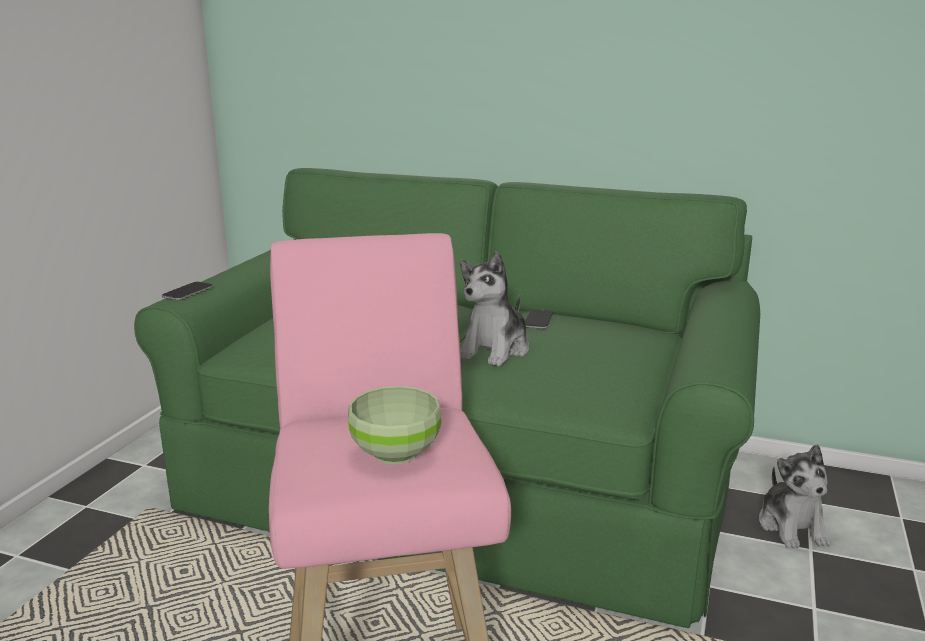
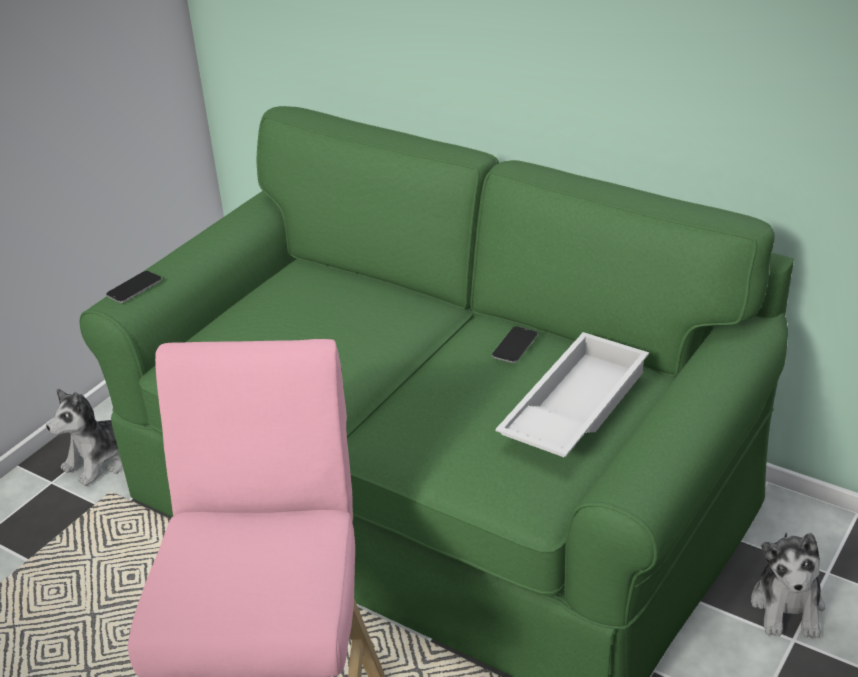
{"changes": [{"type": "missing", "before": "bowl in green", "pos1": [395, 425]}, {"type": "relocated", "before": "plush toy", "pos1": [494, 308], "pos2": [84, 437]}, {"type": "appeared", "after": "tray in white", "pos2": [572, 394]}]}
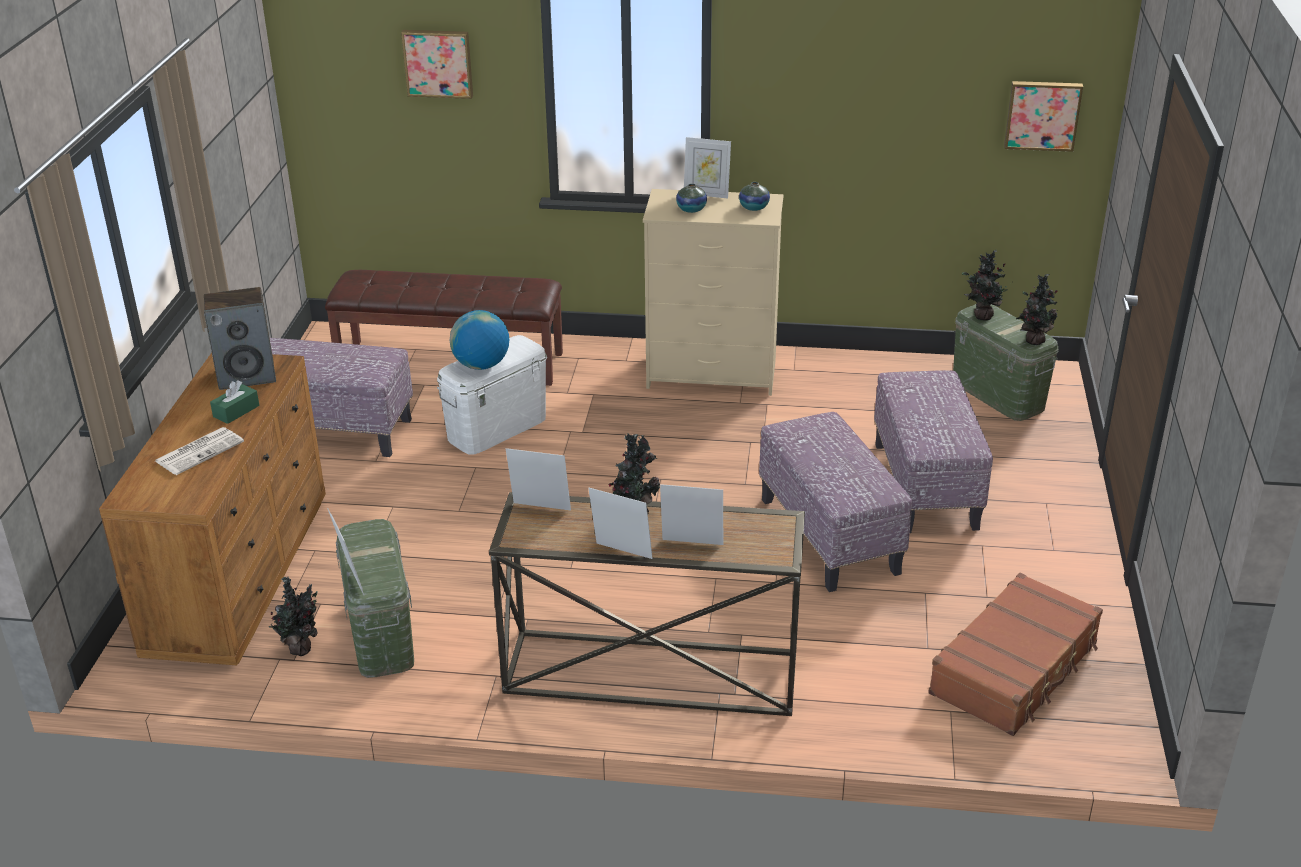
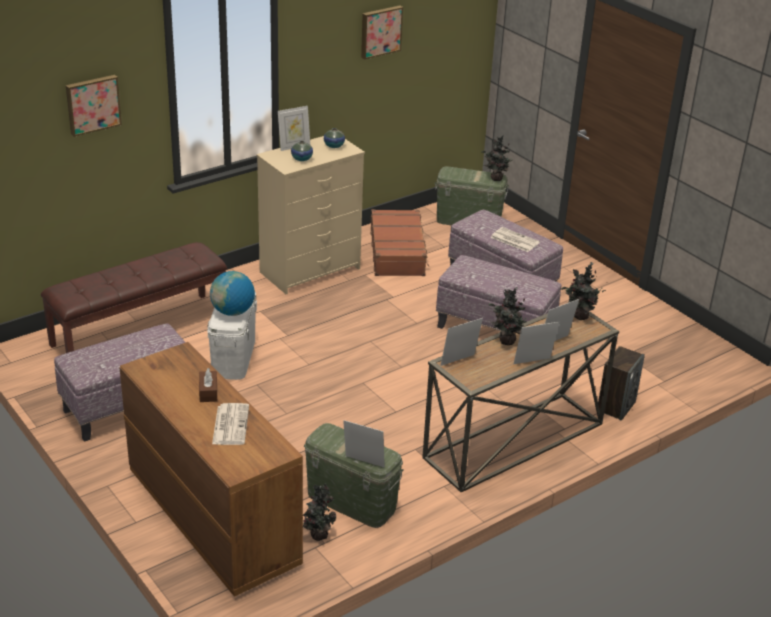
{"changes": [{"type": "relocated", "before": "speaker", "pos1": [240, 338], "pos2": [621, 383]}, {"type": "colour", "before": "tissue box in green", "after": "tissue box in brown", "pos1": [234, 402], "pos2": [208, 385]}, {"type": "relocated", "before": "suitcase in brown", "pos1": [1015, 654], "pos2": [400, 242]}, {"type": "relocated", "before": "potted plant", "pos1": [986, 285], "pos2": [583, 291]}, {"type": "relocated", "before": "picture", "pos1": [1043, 116], "pos2": [382, 32]}, {"type": "appeared", "after": "newspaper", "pos2": [515, 239]}]}
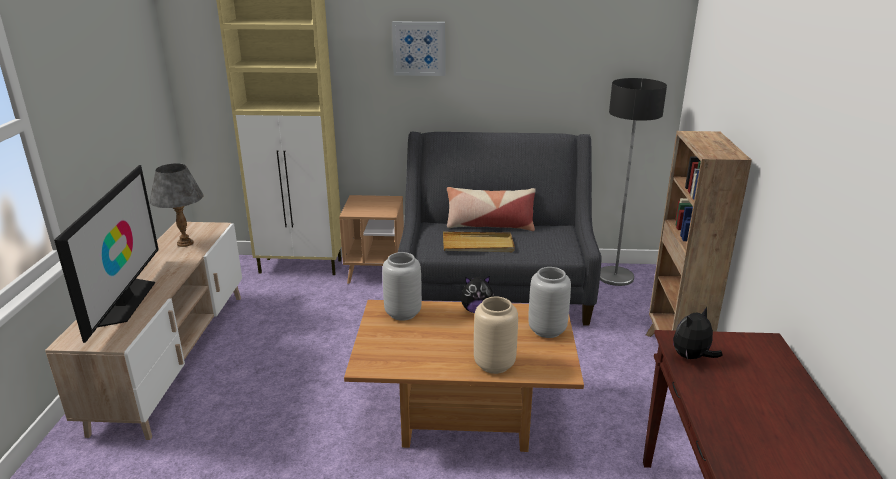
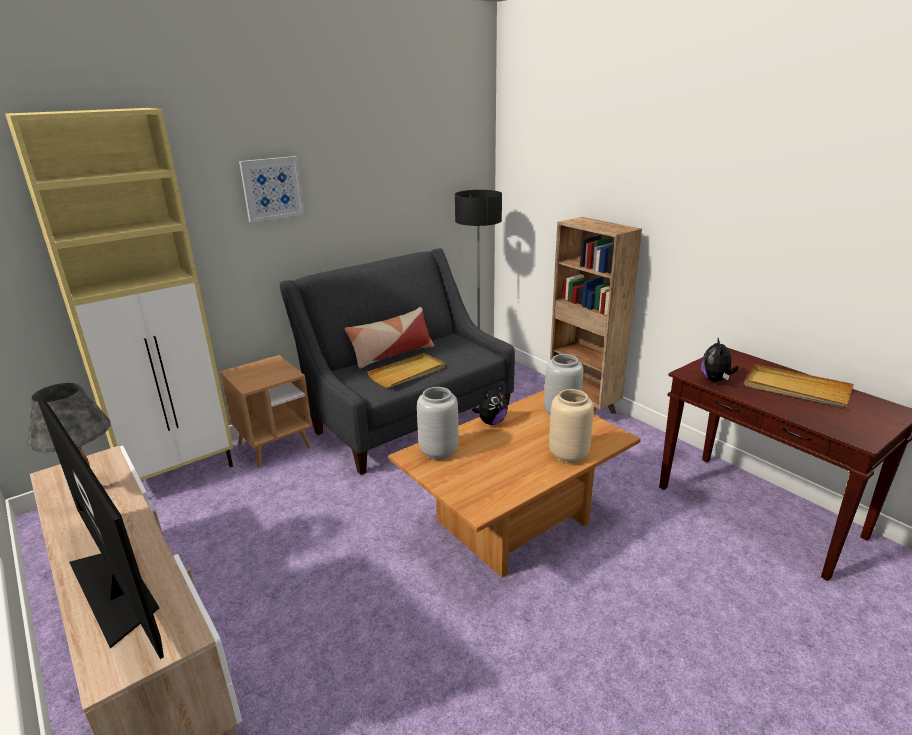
{"changes": [{"type": "appeared", "after": "tray in beige", "pos2": [799, 385]}]}
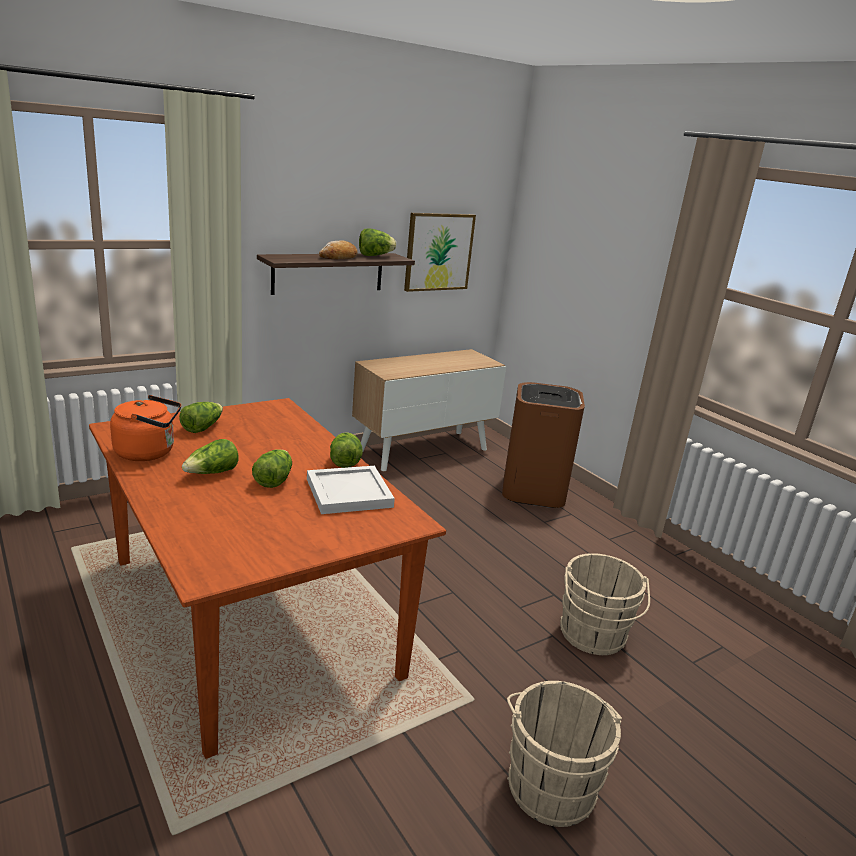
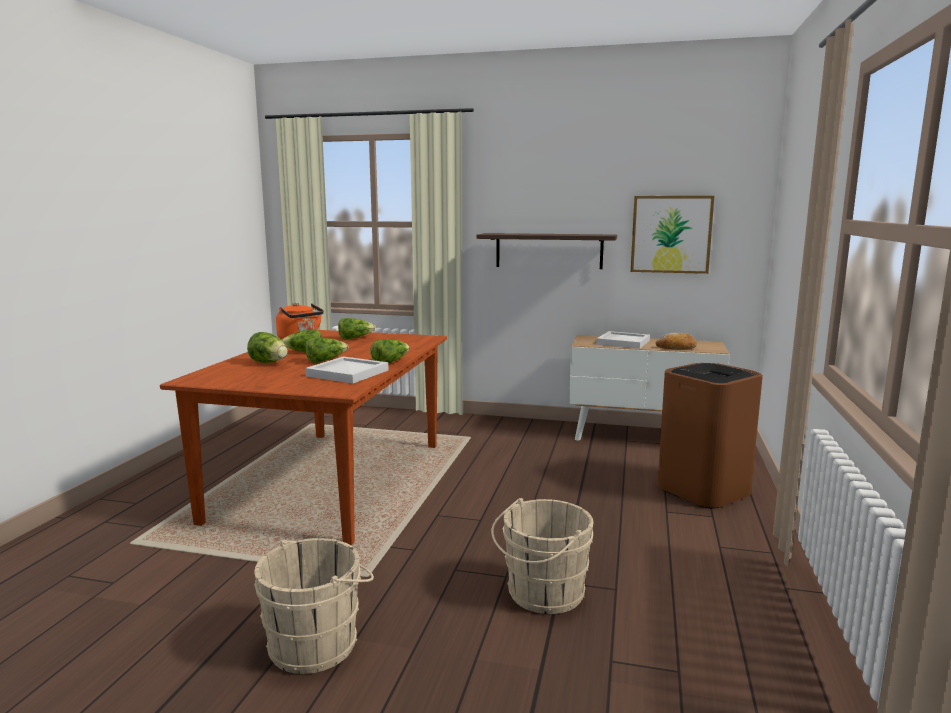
{"changes": [{"type": "relocated", "before": "bread", "pos1": [338, 249], "pos2": [676, 341]}, {"type": "relocated", "before": "lettuce", "pos1": [377, 242], "pos2": [267, 347]}, {"type": "appeared", "after": "tray in white", "pos2": [623, 340]}]}
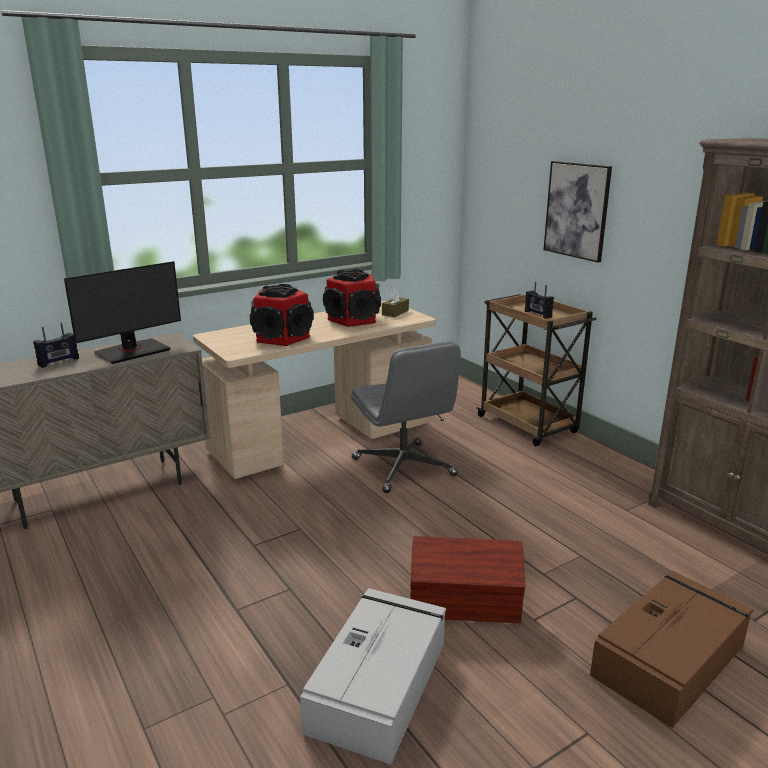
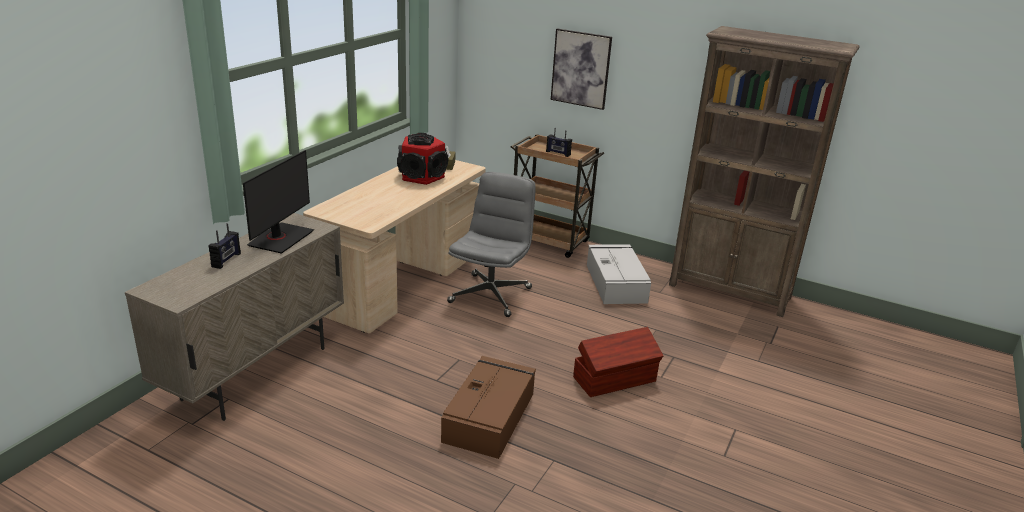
{"changes": [{"type": "missing", "before": "speaker", "pos1": [282, 315]}, {"type": "relocated", "before": "storage box in grey", "pos1": [373, 676], "pos2": [619, 274]}, {"type": "spun", "before": "office chair in grey", "pos1": [406, 417], "pos2": [491, 244], "turn": -105}, {"type": "relocated", "before": "storage box in brown", "pos1": [671, 649], "pos2": [488, 407]}]}
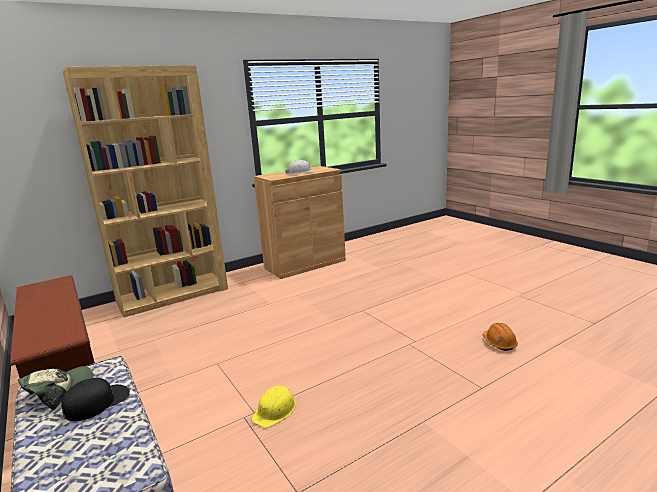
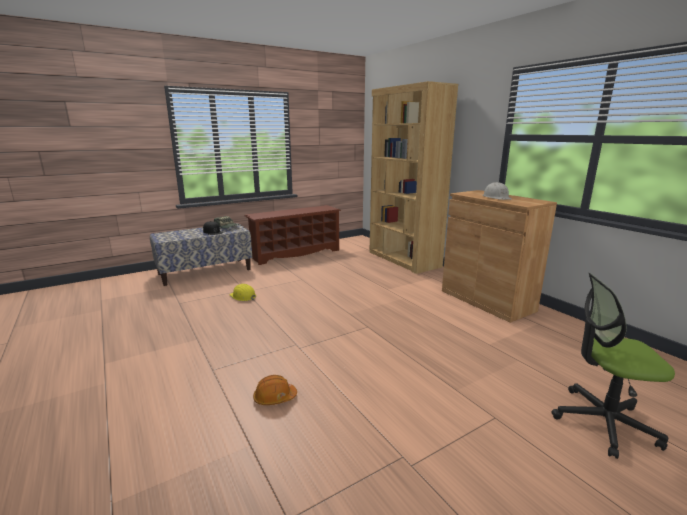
{"changes": [{"type": "appeared", "after": "office chair", "pos2": [613, 366]}]}
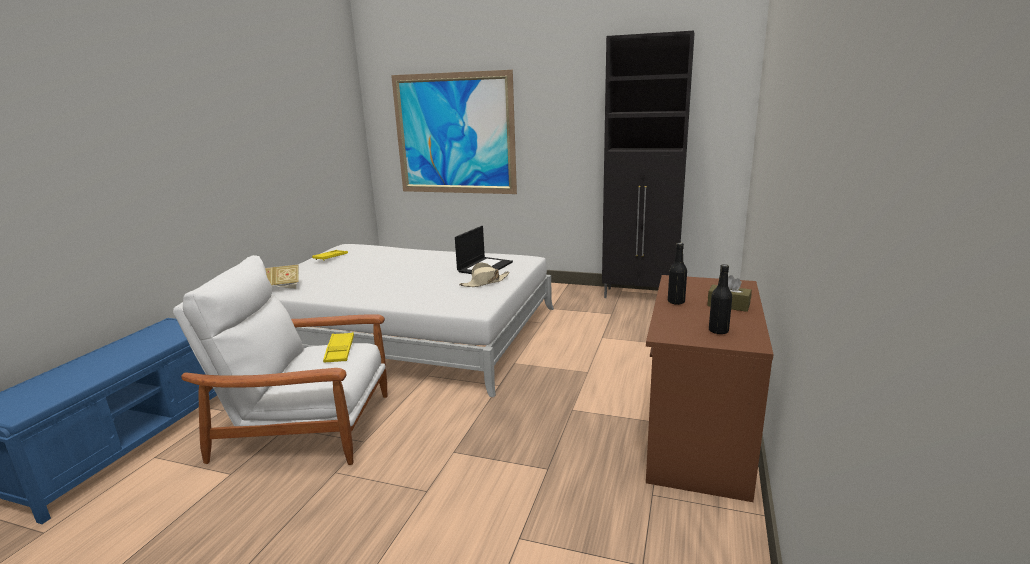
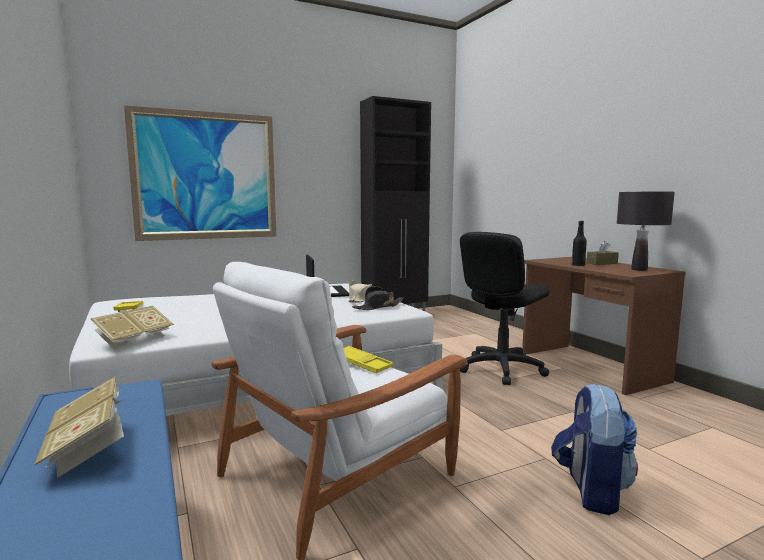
{"changes": [{"type": "exchanged", "before": "bottle in black", "after": "table lamp in black", "pos1": [720, 299], "pos2": [646, 231]}, {"type": "appeared", "after": "book", "pos2": [79, 427]}, {"type": "appeared", "after": "hat in black", "pos2": [378, 298]}, {"type": "appeared", "after": "office chair in black", "pos2": [504, 308]}, {"type": "appeared", "after": "backpack", "pos2": [594, 449]}]}
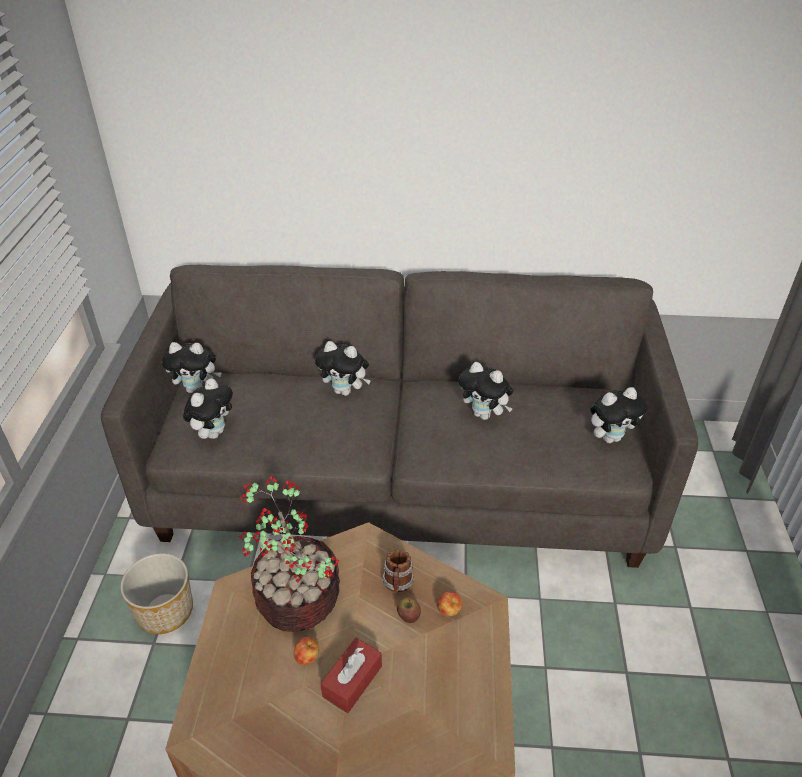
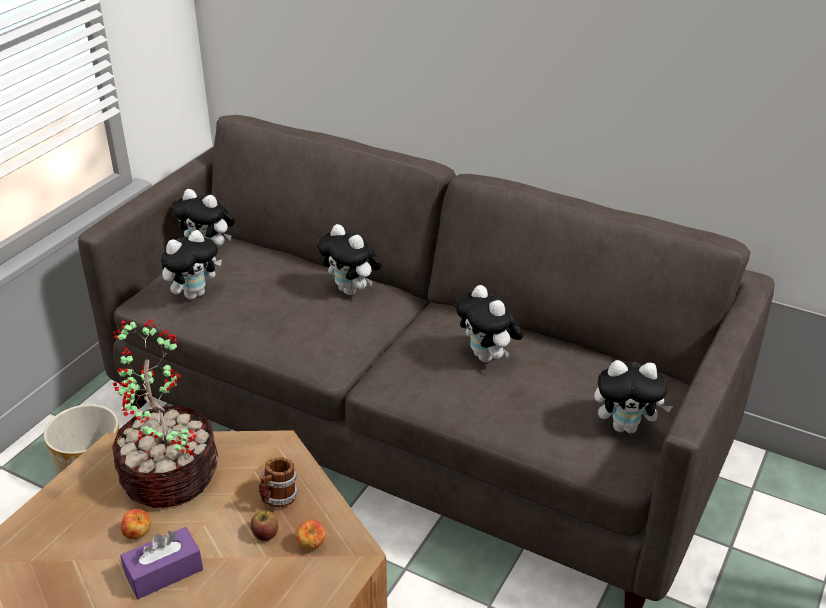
{"changes": [{"type": "colour", "before": "tissue box in red", "after": "tissue box in purple", "pos1": [351, 675], "pos2": [161, 563]}]}
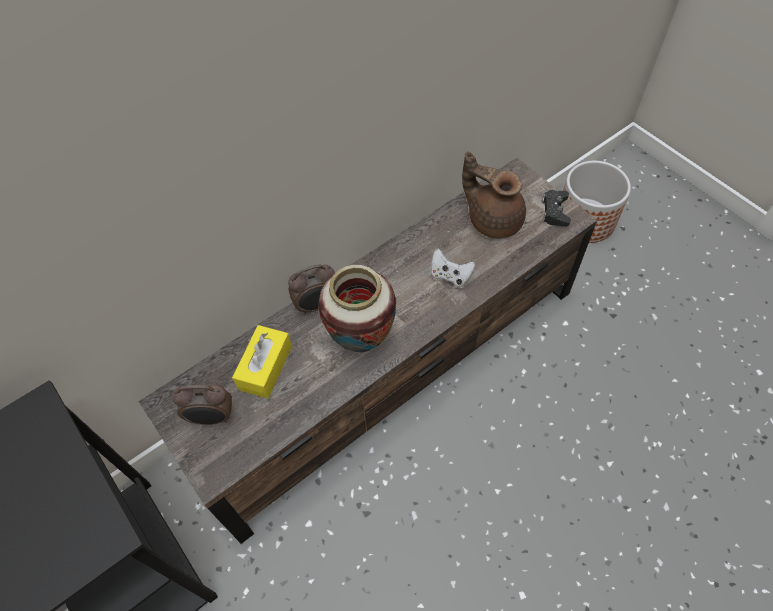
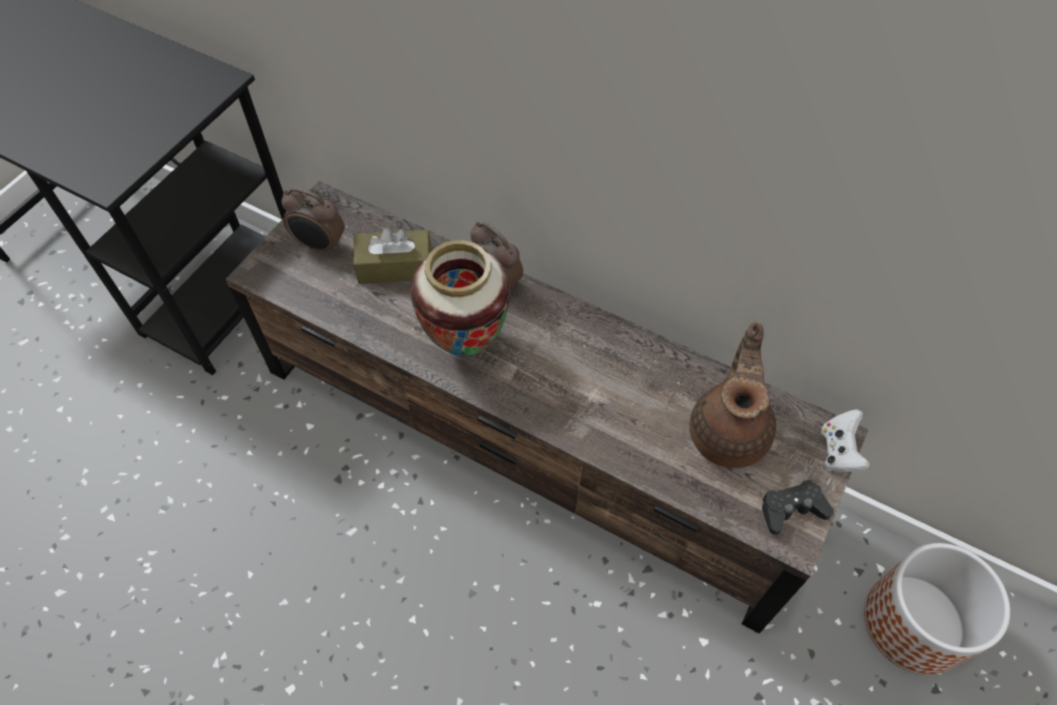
{"changes": [{"type": "spun", "before": "alarm clock", "pos1": [202, 404], "pos2": [313, 221], "turn": -45}, {"type": "colour", "before": "tissue box in yellow", "after": "tissue box in brown", "pos1": [262, 362], "pos2": [392, 256]}, {"type": "relocated", "before": "game controller in white", "pos1": [453, 268], "pos2": [846, 440]}]}
